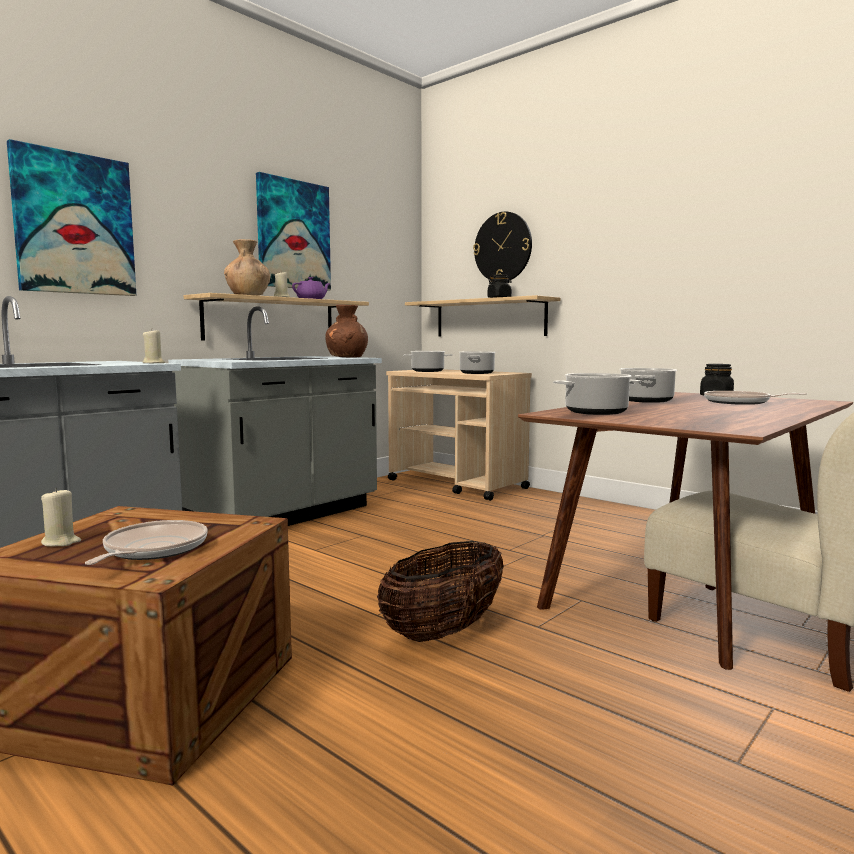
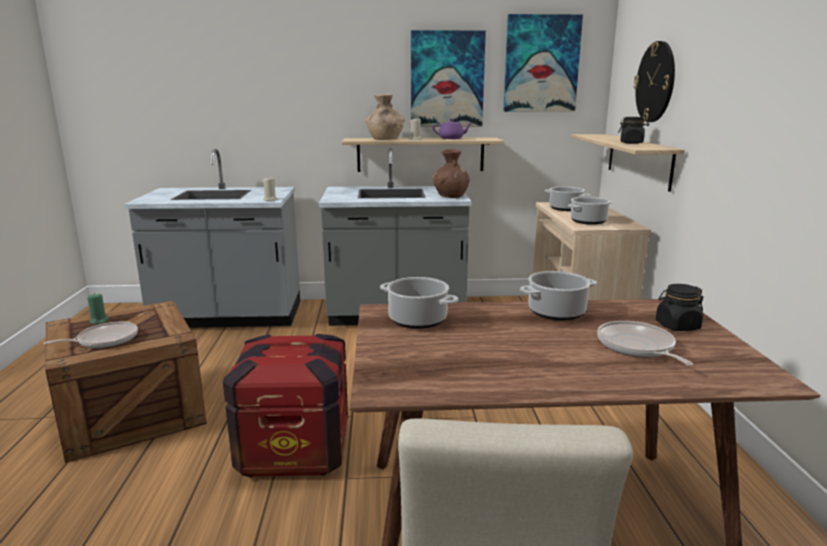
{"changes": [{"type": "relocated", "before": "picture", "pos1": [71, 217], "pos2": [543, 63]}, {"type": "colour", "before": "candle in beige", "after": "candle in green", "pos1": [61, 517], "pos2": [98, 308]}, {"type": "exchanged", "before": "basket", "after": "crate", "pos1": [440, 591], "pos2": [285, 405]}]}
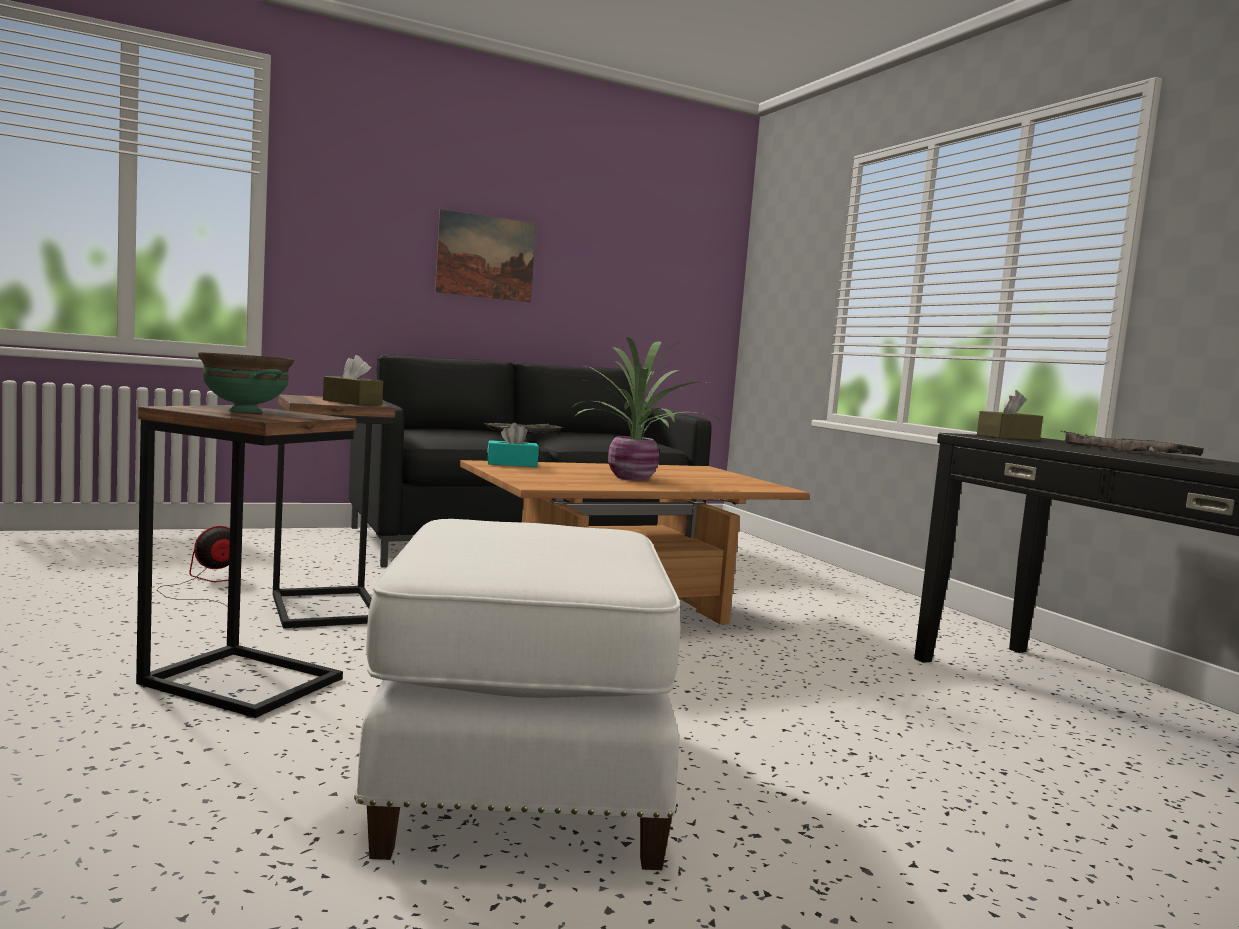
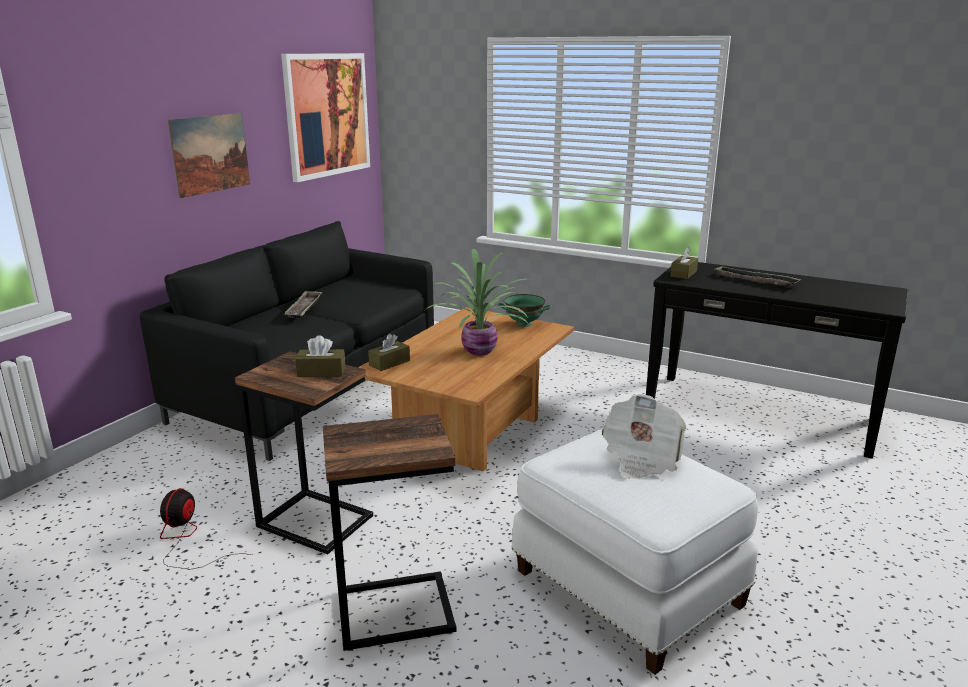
{"changes": [{"type": "relocated", "before": "bowl in green", "pos1": [246, 383], "pos2": [525, 310]}, {"type": "colour", "before": "tissue box in turquoise", "after": "tissue box in brown", "pos1": [513, 445], "pos2": [389, 352]}, {"type": "appeared", "after": "picture", "pos2": [325, 117]}, {"type": "appeared", "after": "newspaper", "pos2": [644, 436]}]}
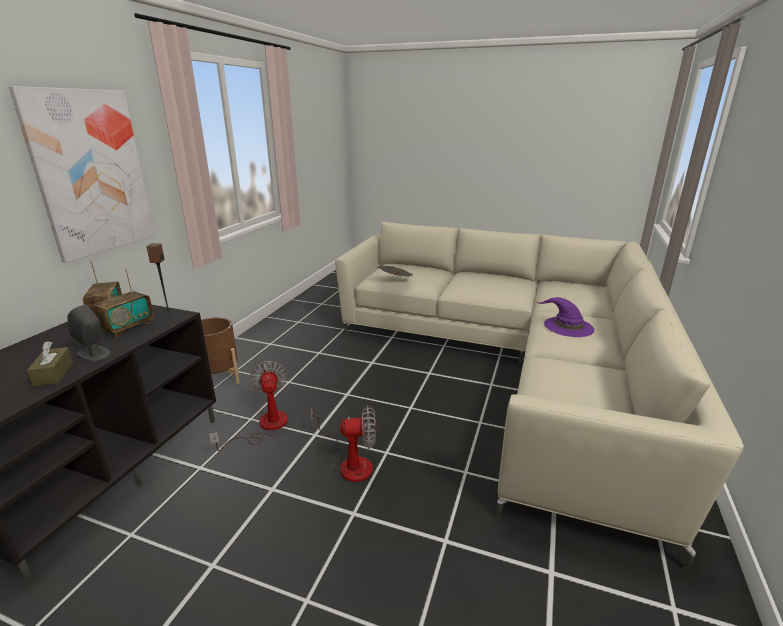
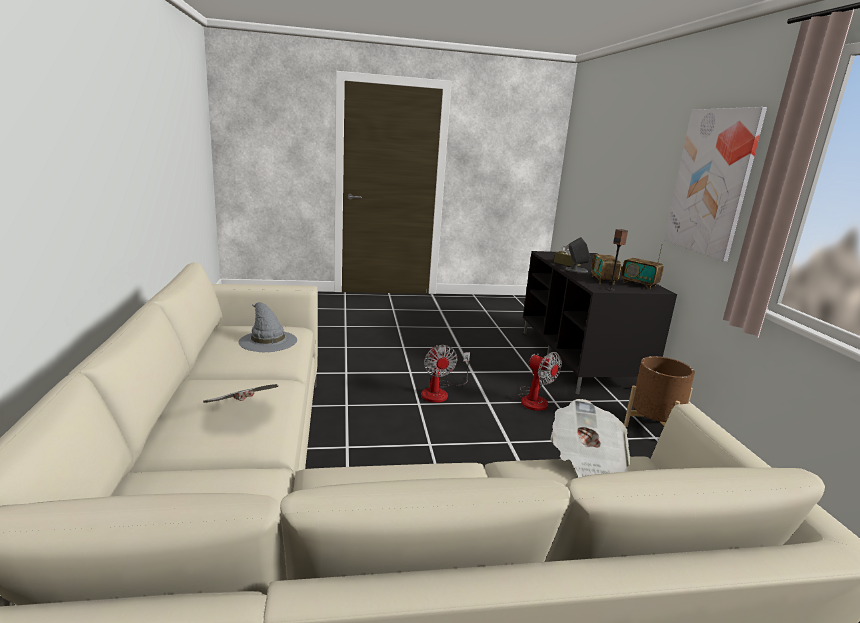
{"changes": [{"type": "spun", "before": "fan", "pos1": [343, 444], "pos2": [445, 374], "turn": -75}, {"type": "exchanged", "before": "hat in purple", "after": "newspaper", "pos1": [565, 317], "pos2": [241, 393]}, {"type": "appeared", "after": "hat in grey", "pos2": [267, 327]}]}
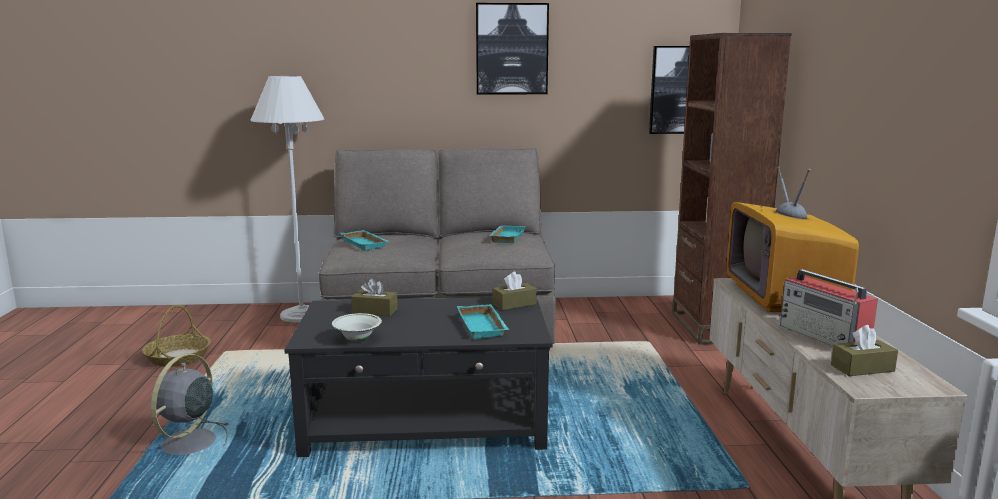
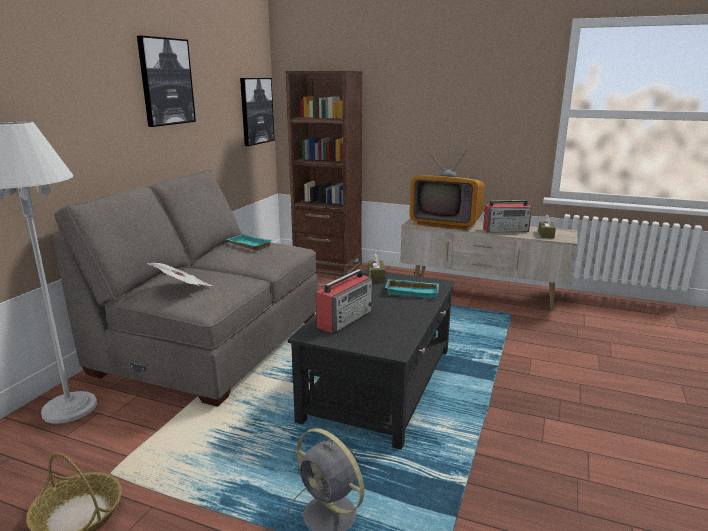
{"changes": [{"type": "missing", "before": "bowl in white", "pos1": [357, 327]}, {"type": "exchanged", "before": "tray in turquoise", "after": "newspaper", "pos1": [365, 240], "pos2": [180, 274]}, {"type": "exchanged", "before": "tissue box in brown", "after": "radio", "pos1": [374, 297], "pos2": [344, 300]}]}
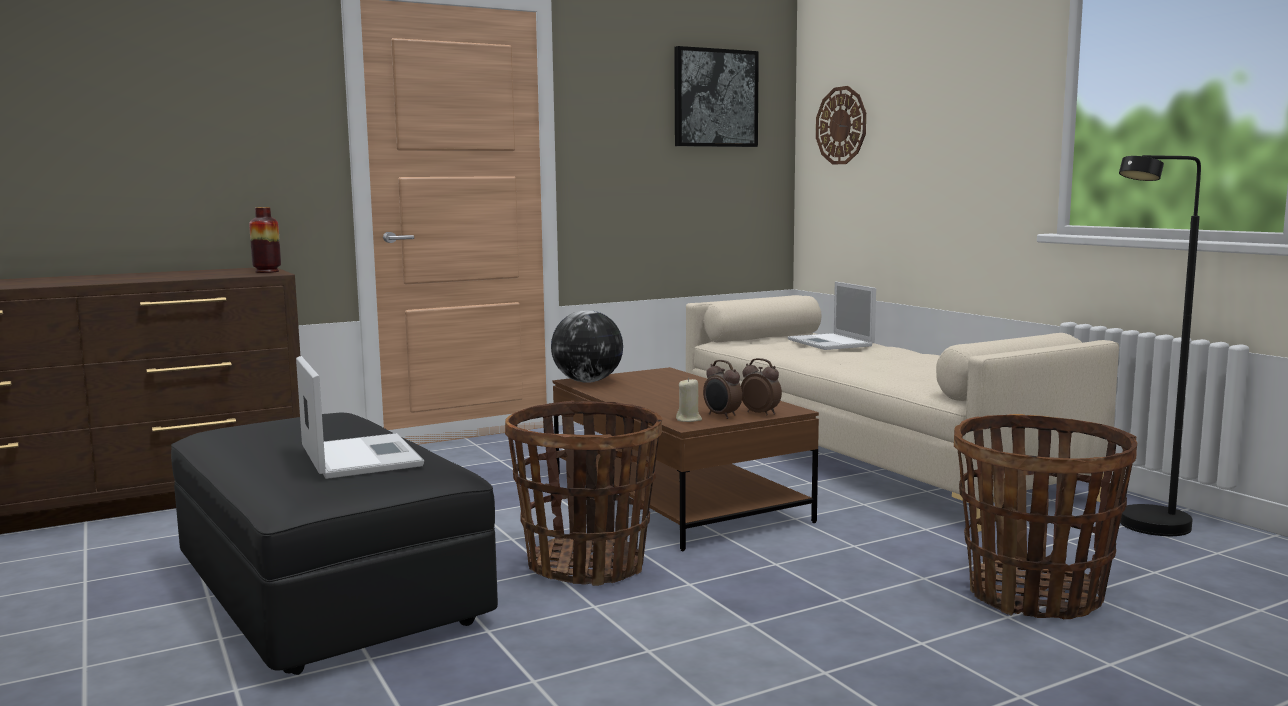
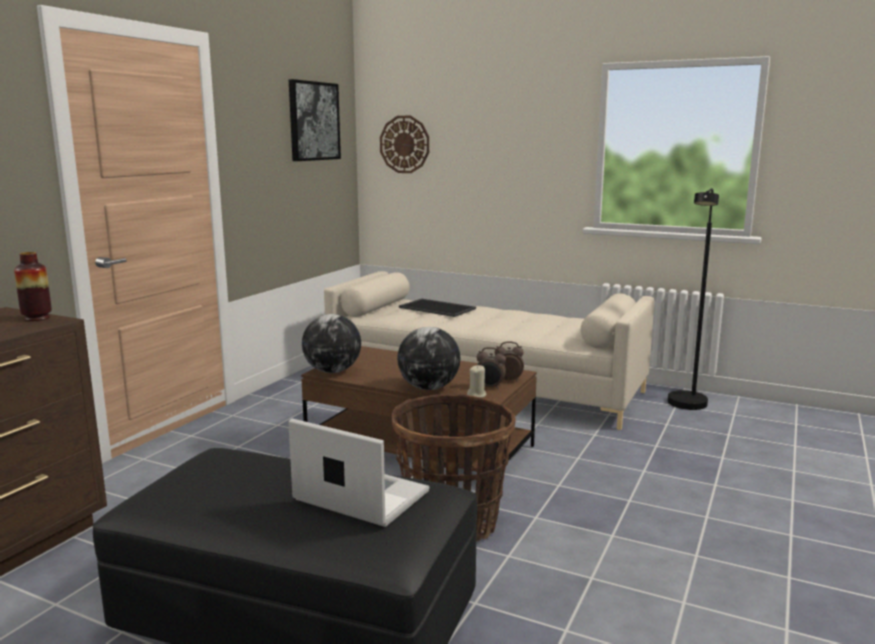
{"changes": [{"type": "exchanged", "before": "laptop", "after": "tray", "pos1": [832, 315], "pos2": [437, 307]}, {"type": "missing", "before": "basket", "pos1": [1046, 516]}, {"type": "appeared", "after": "globe", "pos2": [428, 358]}]}
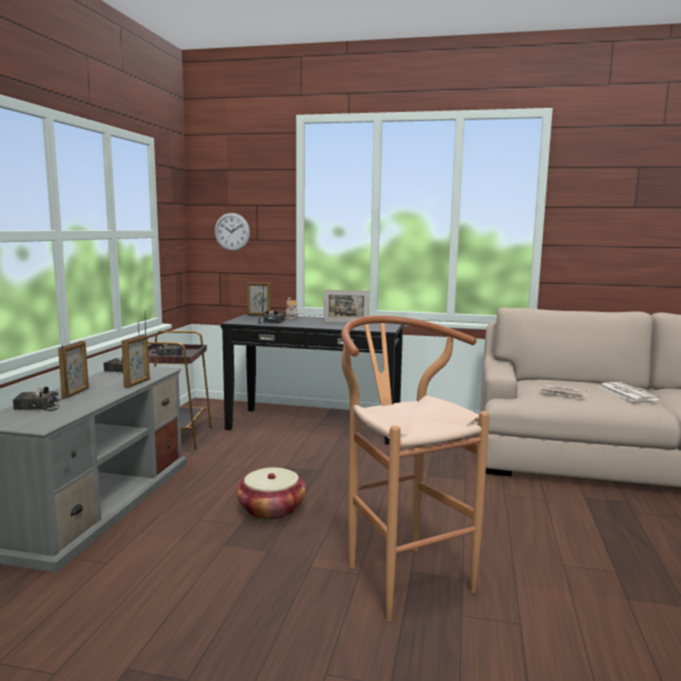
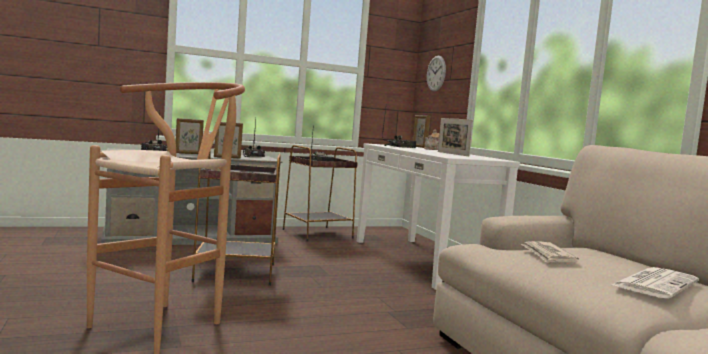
{"changes": [{"type": "colour", "before": "console table in black", "after": "console table in white", "pos1": [312, 379], "pos2": [438, 216]}, {"type": "exchanged", "before": "basket", "after": "side table in brown", "pos1": [271, 493], "pos2": [236, 219]}]}
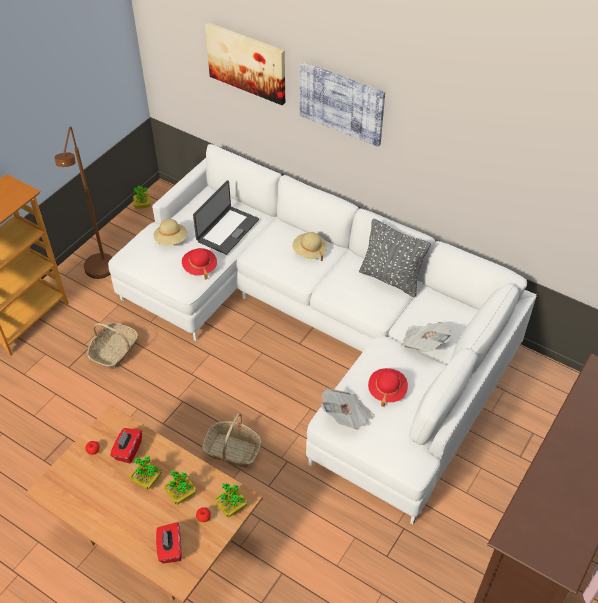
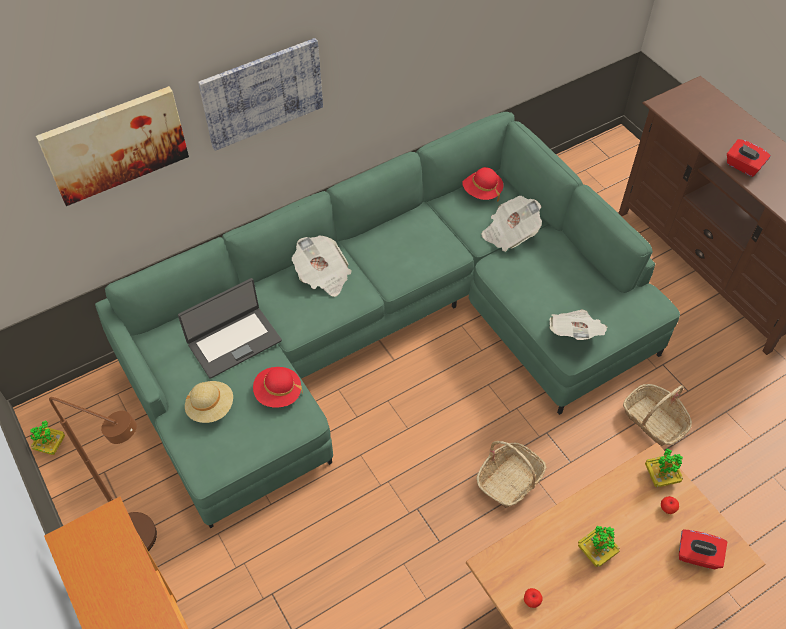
{"changes": [{"type": "relocated", "before": "basket", "pos1": [112, 346], "pos2": [657, 415]}, {"type": "colour", "before": "sofa in white", "after": "sofa in green", "pos1": [322, 334], "pos2": [387, 320]}, {"type": "relocated", "before": "tissue box in red", "pos1": [126, 445], "pos2": [749, 158]}, {"type": "missing", "before": "potted plant", "pos1": [180, 488]}, {"type": "spun", "before": "laptop", "pos1": [226, 217], "pos2": [230, 328], "turn": 90}, {"type": "exchanged", "before": "hat in beige", "after": "newspaper", "pos1": [309, 246], "pos2": [322, 266]}, {"type": "missing", "before": "pillow in grey", "pos1": [395, 258]}, {"type": "relocated", "before": "hat in red", "pos1": [388, 387], "pos2": [483, 184]}]}
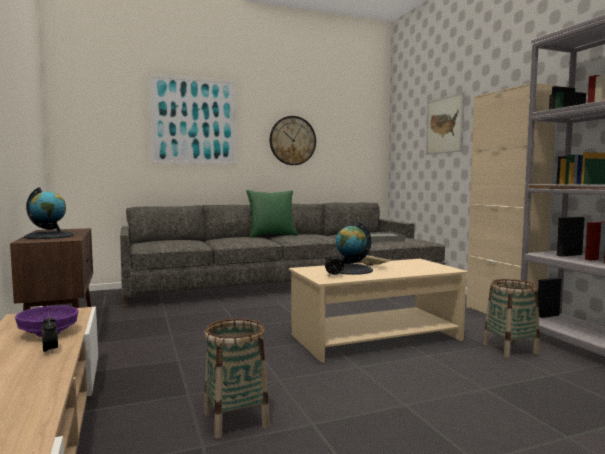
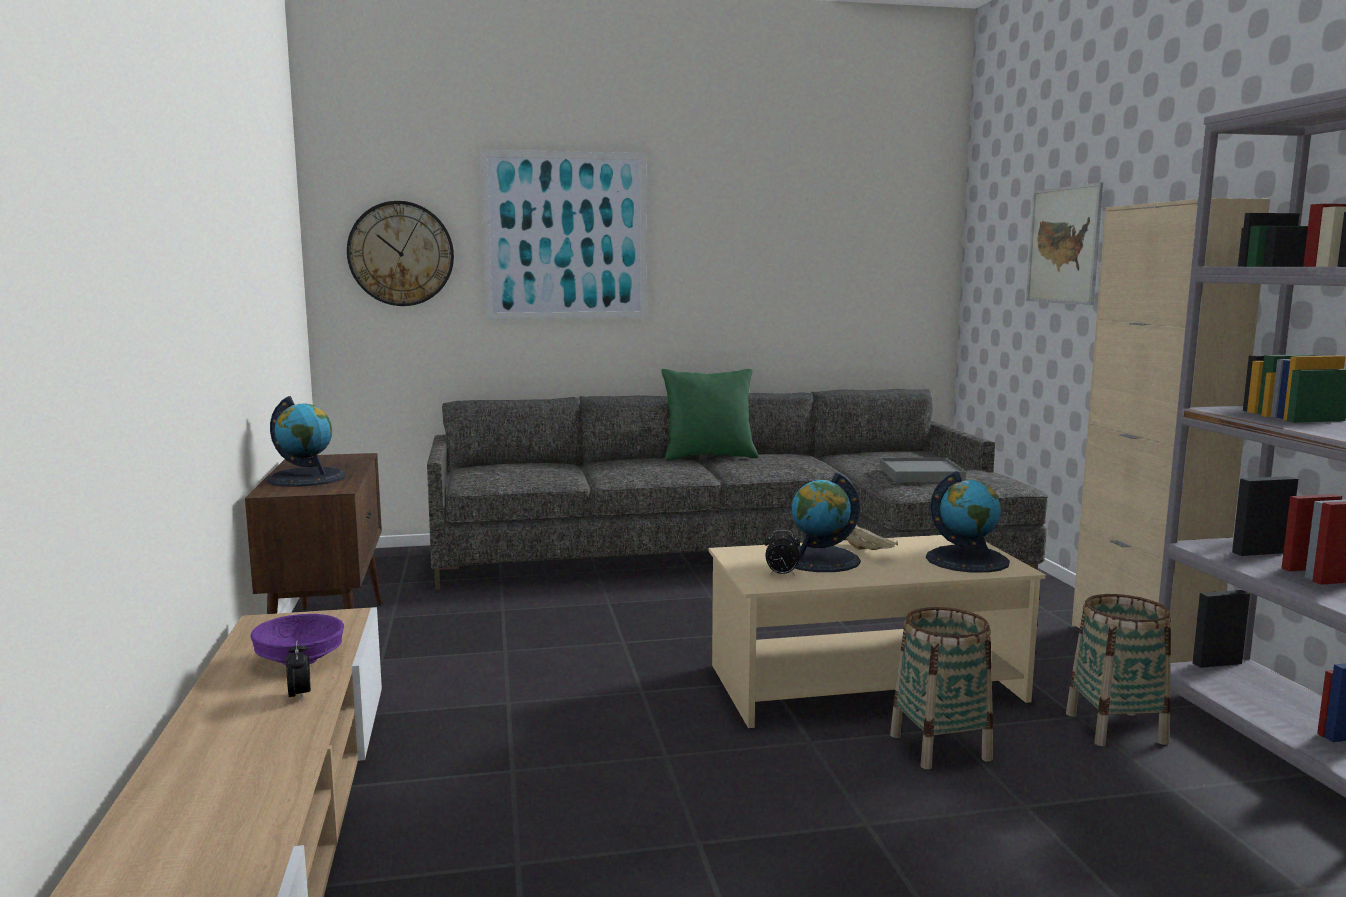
{"changes": [{"type": "relocated", "before": "basket", "pos1": [237, 378], "pos2": [941, 688]}, {"type": "relocated", "before": "wall clock", "pos1": [293, 140], "pos2": [400, 253]}, {"type": "appeared", "after": "globe", "pos2": [968, 522]}]}
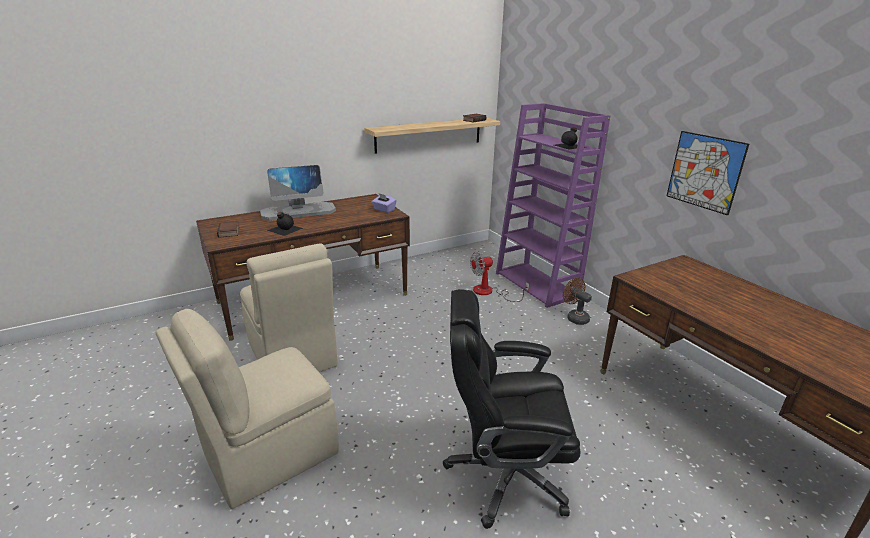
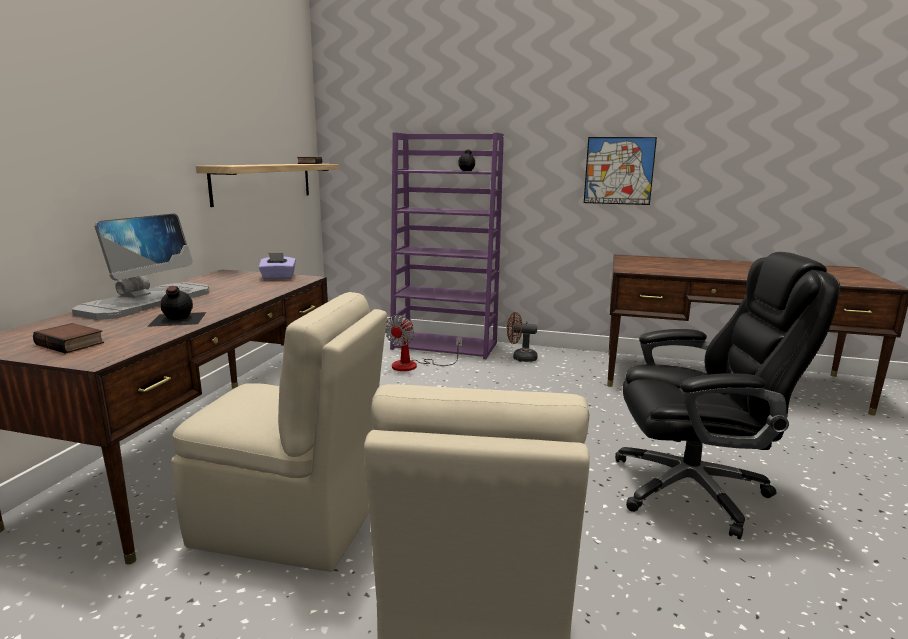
{"changes": [{"type": "spun", "before": "office chair in black", "pos1": [511, 409], "pos2": [727, 395], "turn": -135}]}
